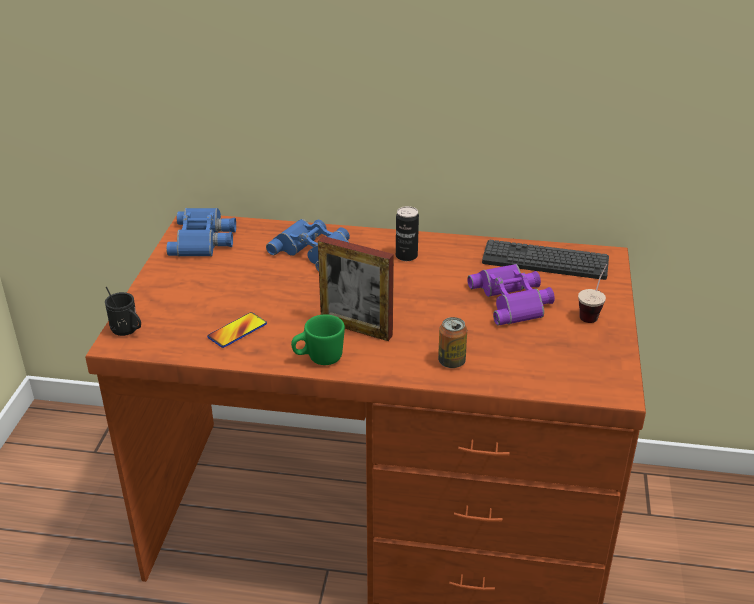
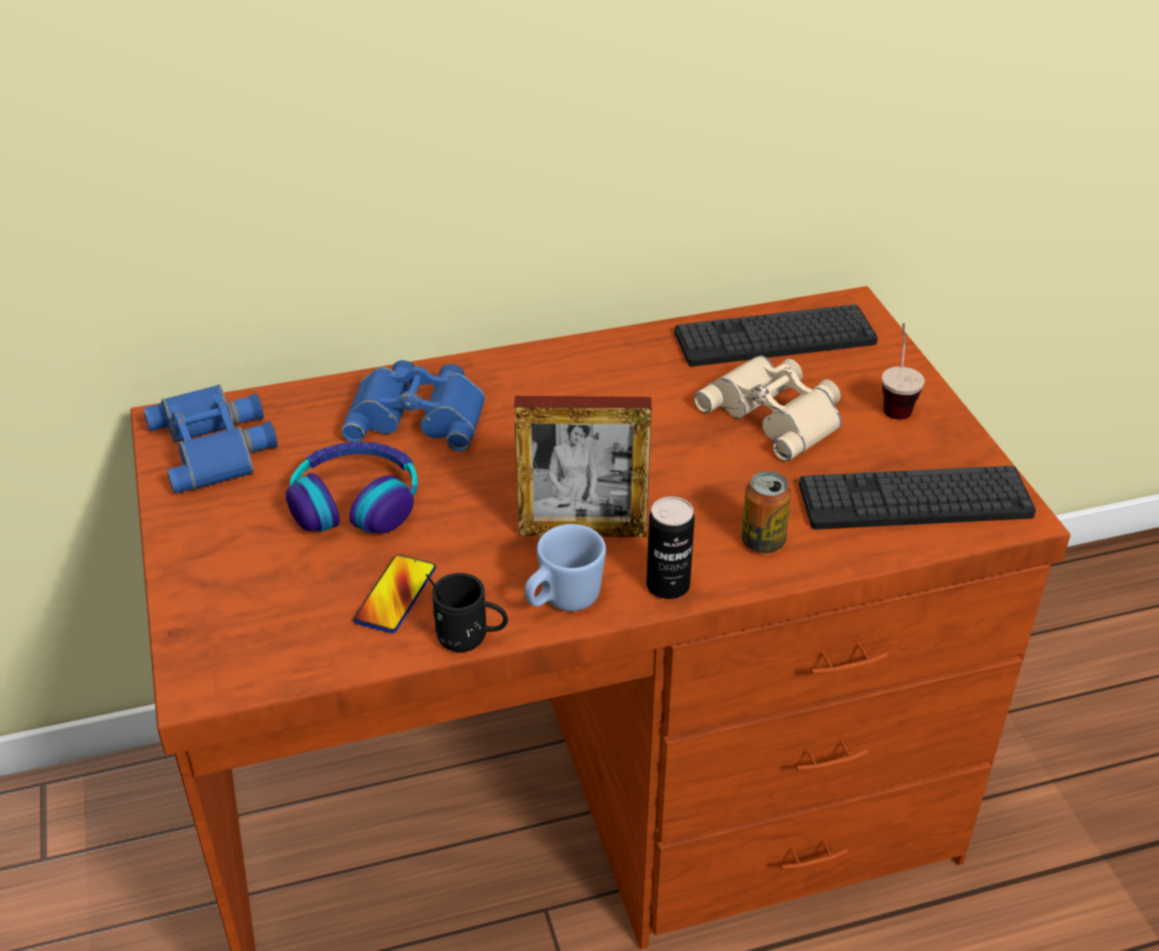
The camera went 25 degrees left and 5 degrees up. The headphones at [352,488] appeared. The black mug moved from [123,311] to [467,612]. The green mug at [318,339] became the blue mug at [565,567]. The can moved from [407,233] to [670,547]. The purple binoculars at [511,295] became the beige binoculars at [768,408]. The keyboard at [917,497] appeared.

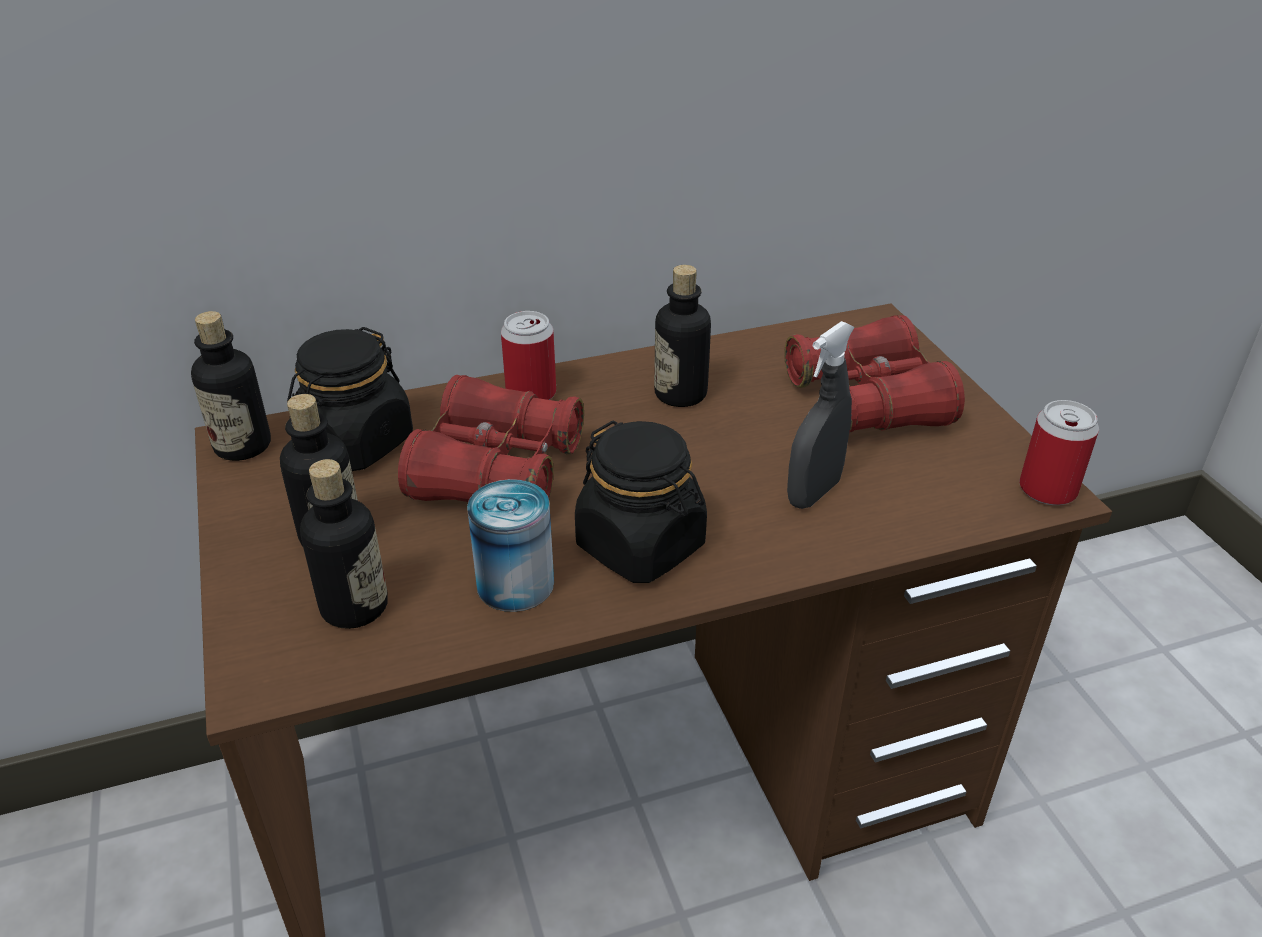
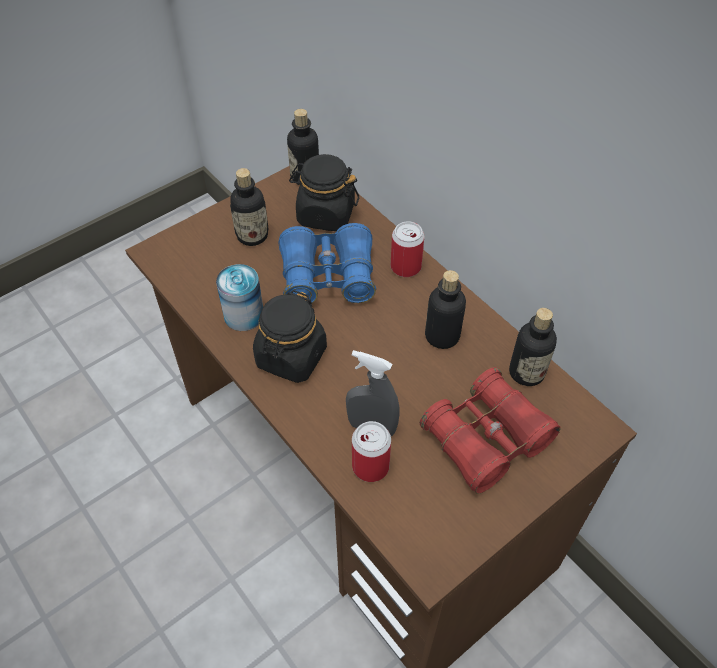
The camera went 70 degrees right and 15 degrees up. The red binoculars at [491,438] became the blue binoculars at [327,263]. The can moved from [1059,452] to [371,451]. The bottle moved from [344,544] to [533,347].

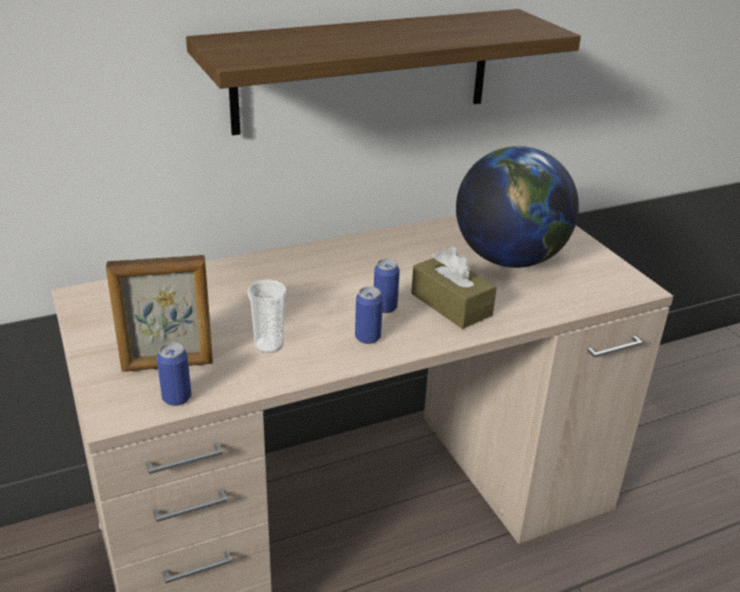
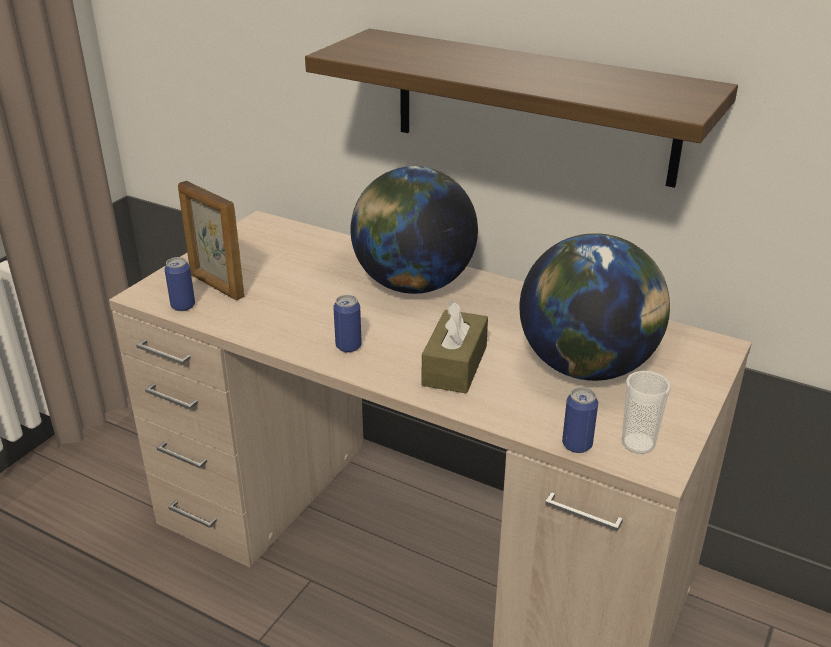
The camera went 55 degrees right and 0 degrees up. The globe at [414,230] appeared. The can moved from [387,285] to [580,420]. The cup moved from [266,316] to [646,412].

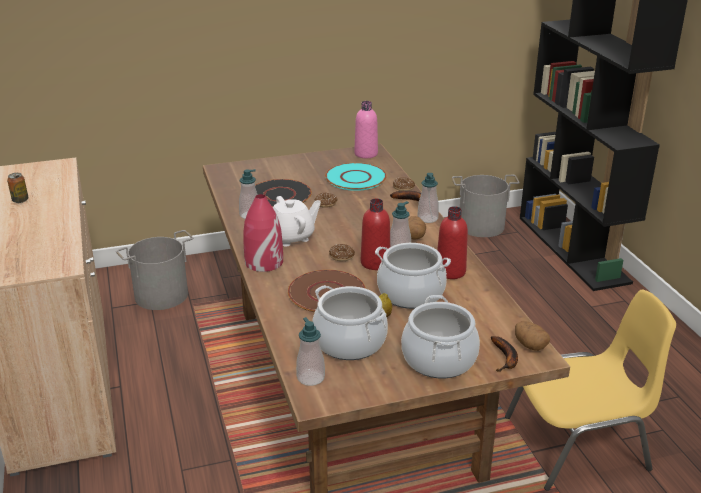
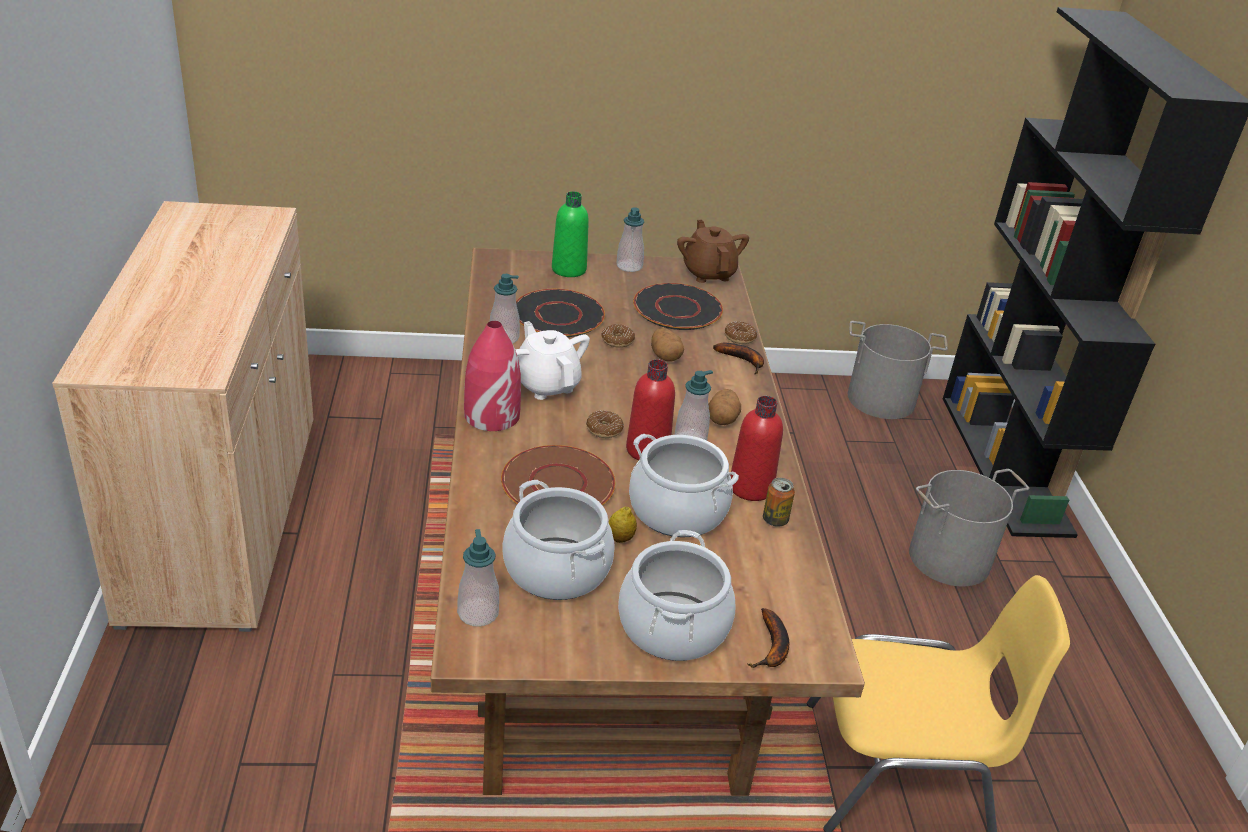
The camera went 10 degrees right and 5 degrees up. The white teapot at [297,221] turned 105 degrees counterclockwise. The green bottle at [570,234] appeared. The soap dispenser moved from [428,198] to [630,239]. The turquoise plate at [356,177] became the black plate at [678,306]. The potato moved from [532,336] to [667,345]. The pink bottle at [366,129] was replaced by the brown teapot at [713,251]. The can moved from [17,188] to [779,502]. The grey bucket moved from [154,270] to [969,528].

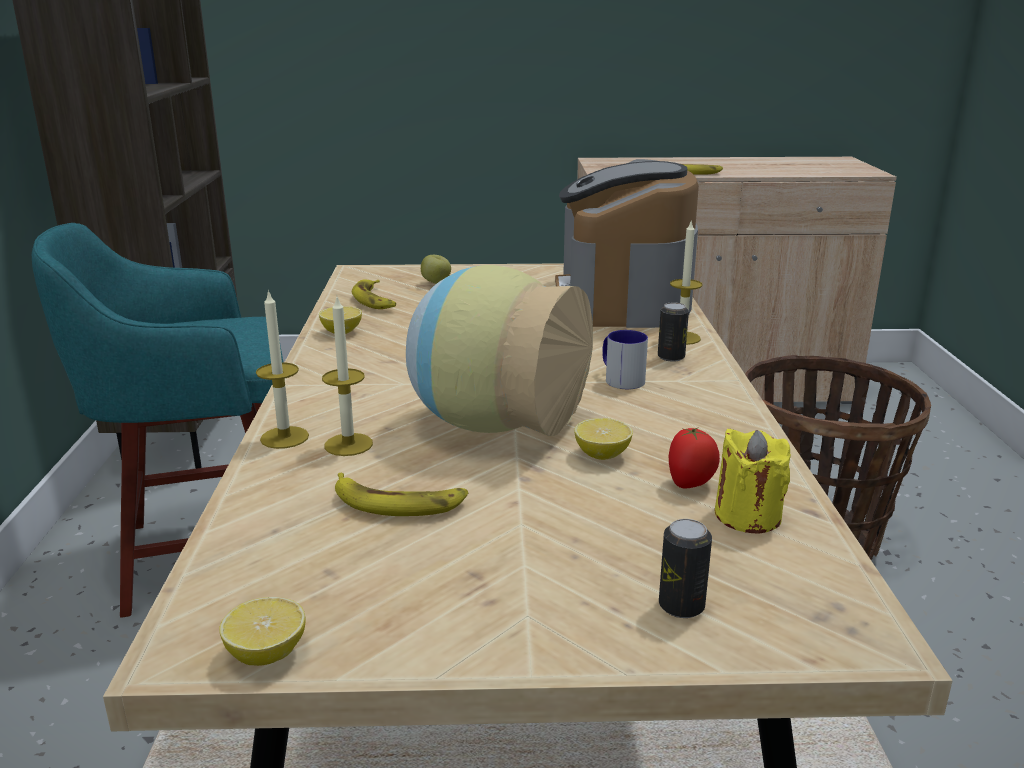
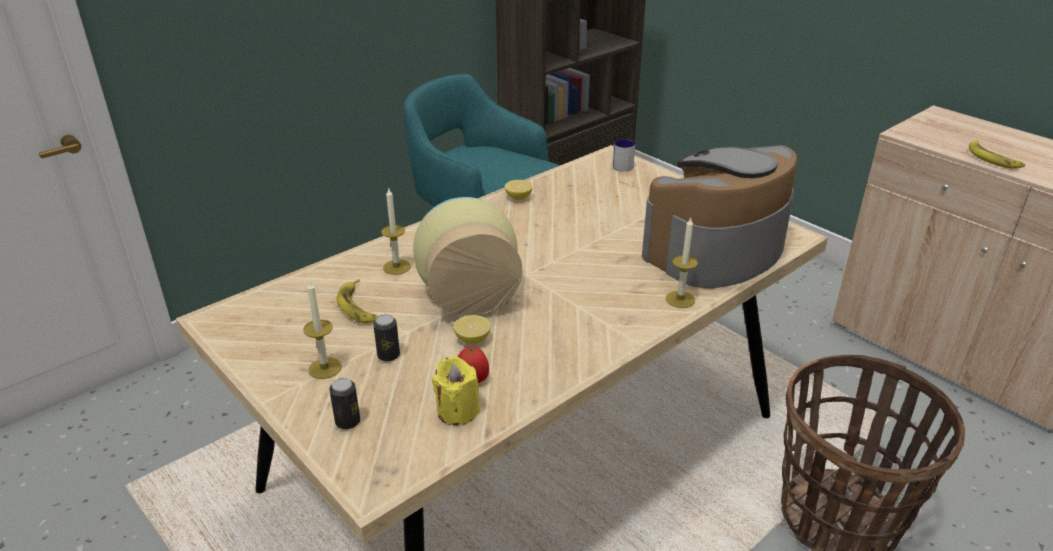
The camera went 50 degrees right and 10 degrees up. The candle moved from [282,369] to [322,329]. The can moved from [673,332] to [386,338]. The mug moved from [625,359] to [623,155]. The lemon at [262,631] disappeared. The banana at [374,294] disappeared. The apple at [436,269] disappeared.

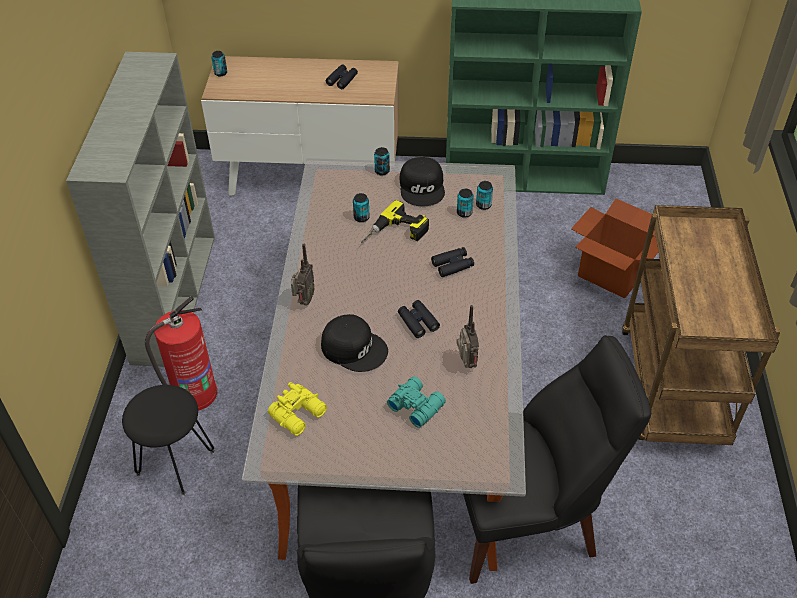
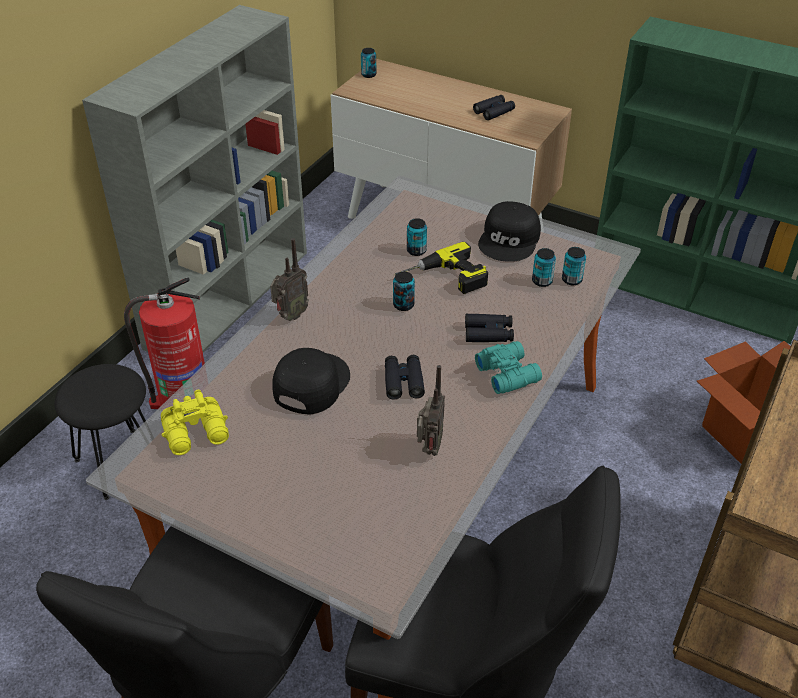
The camera went 25 degrees right and 5 degrees down. The black cap at [354,343] turned 120 degrees counterclockwise. The can moved from [382,161] to [404,291]. The turquoise binoculars moved from [416,402] to [508,367].

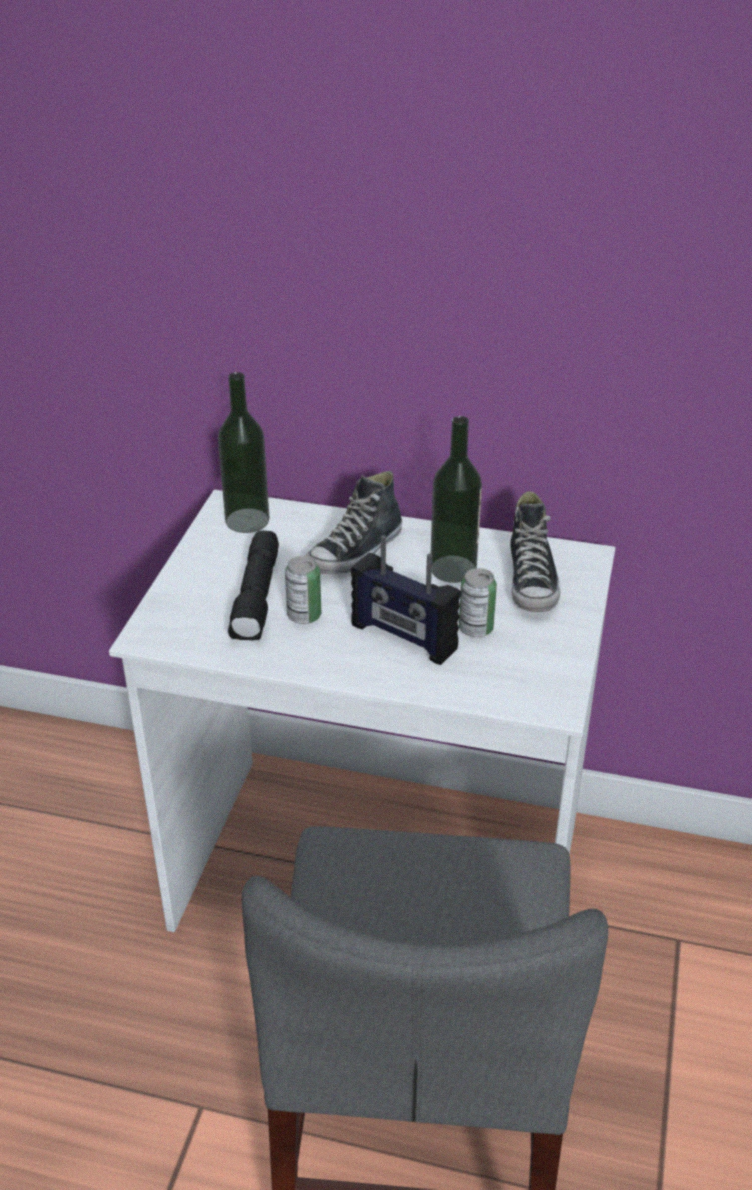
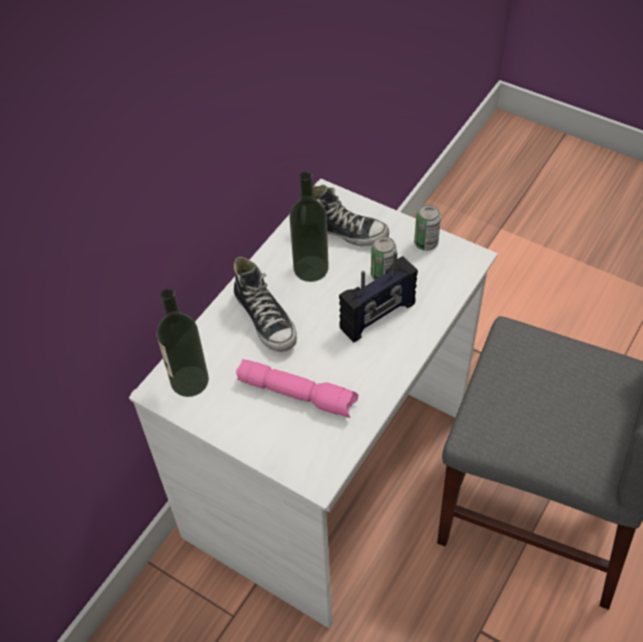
The camera went 70 degrees left and 15 degrees up. The black flashlight at [253,585] became the pink flashlight at [297,388]. The can moved from [303,590] to [427,228].

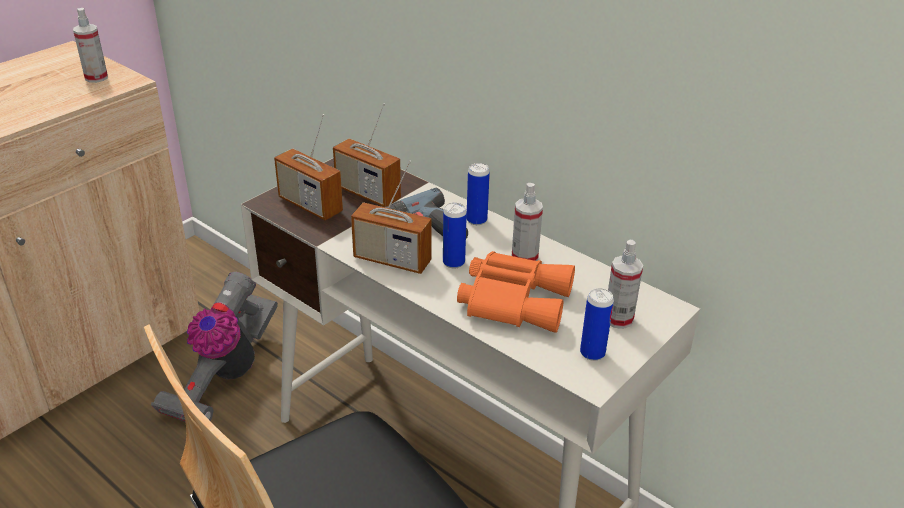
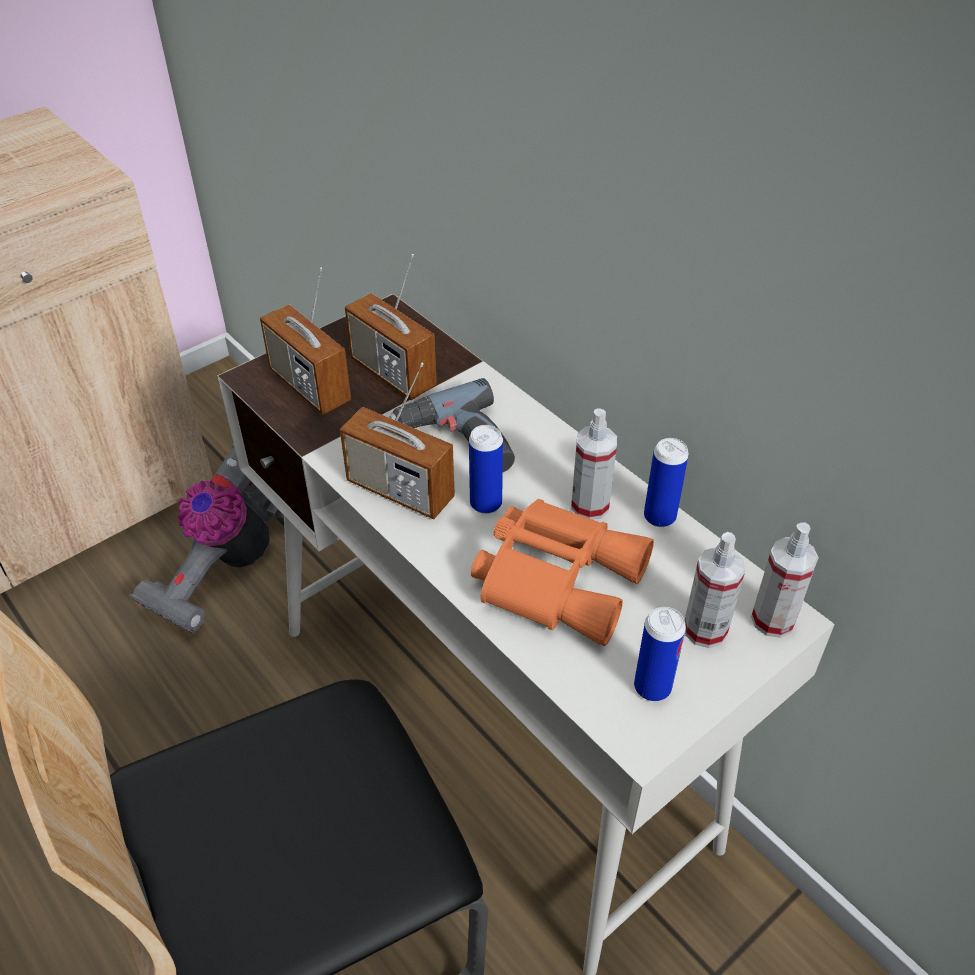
The camera went 10 degrees right and 10 degrees up. The can moved from [478,194] to [666,482]. The spray bottle moved from [90,45] to [785,580].

